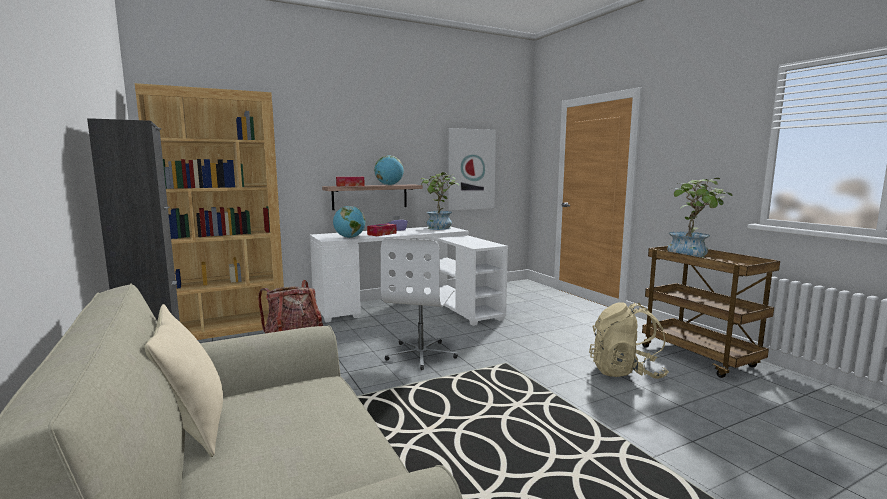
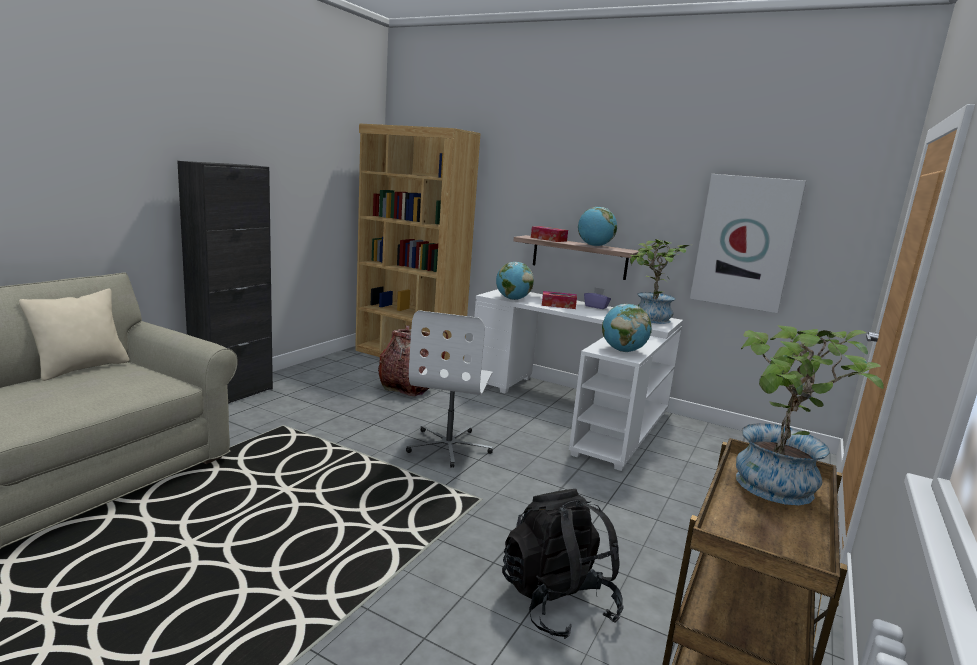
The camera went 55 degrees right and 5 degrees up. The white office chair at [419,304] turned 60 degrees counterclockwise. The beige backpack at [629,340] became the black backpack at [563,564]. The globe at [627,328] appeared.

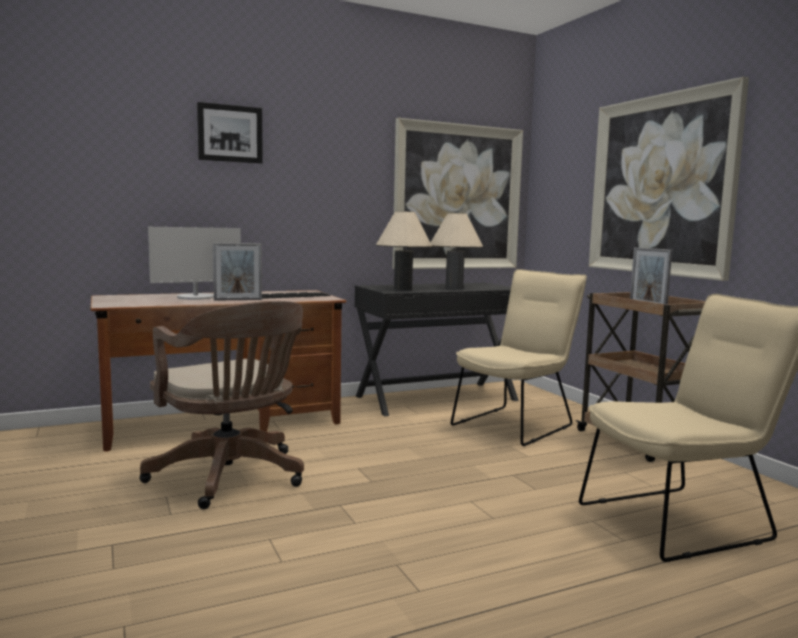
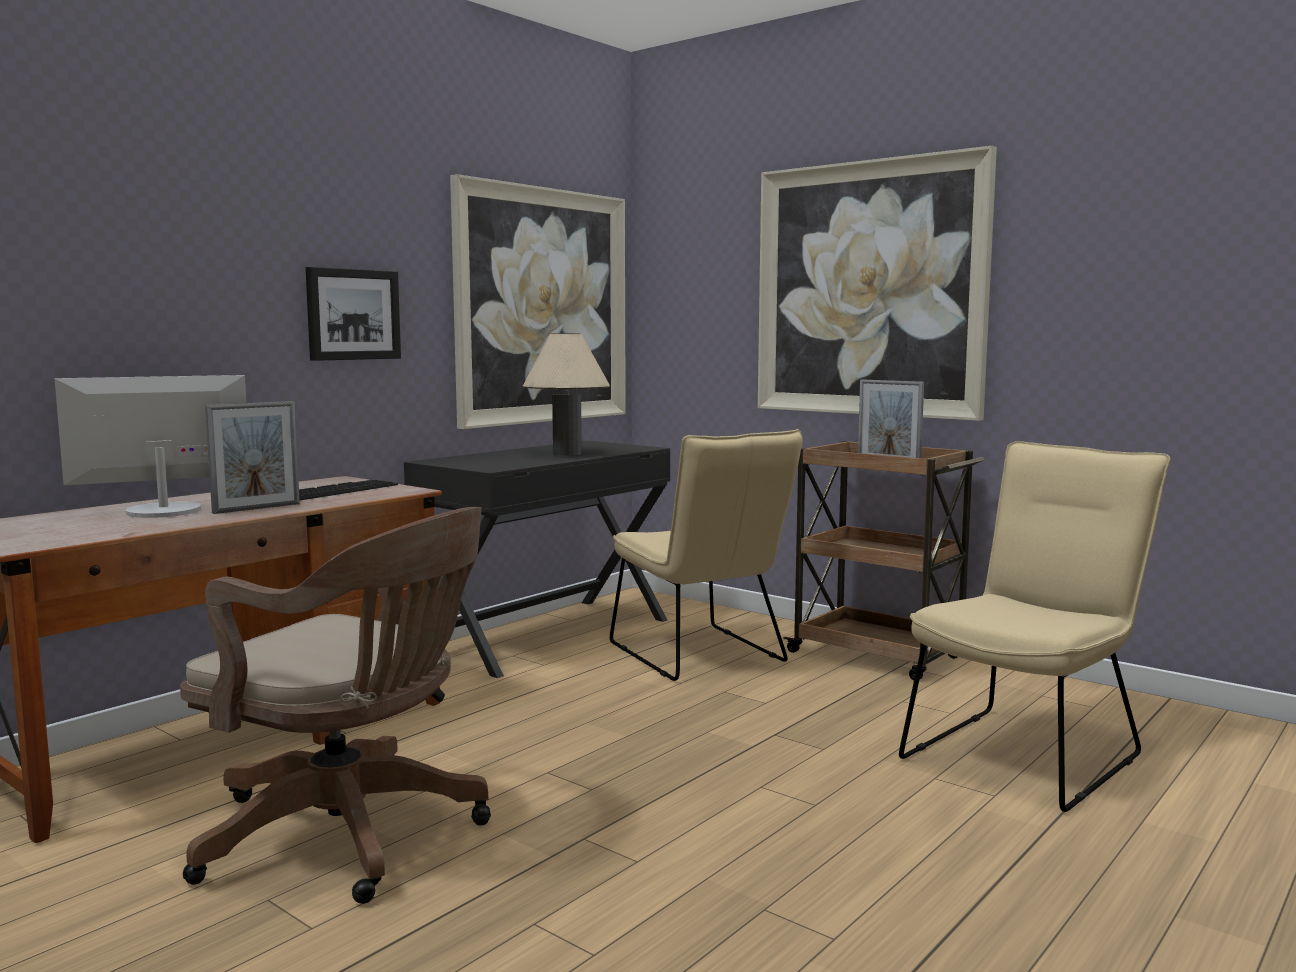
The camera went 25 degrees left and 0 degrees up. The monitor at [194,263] turned 150 degrees counterclockwise. The picture moved from [230,133] to [353,314]. The beige chair at [519,357] turned 135 degrees clockwise. The beige table lamp at [404,250] disappeared.

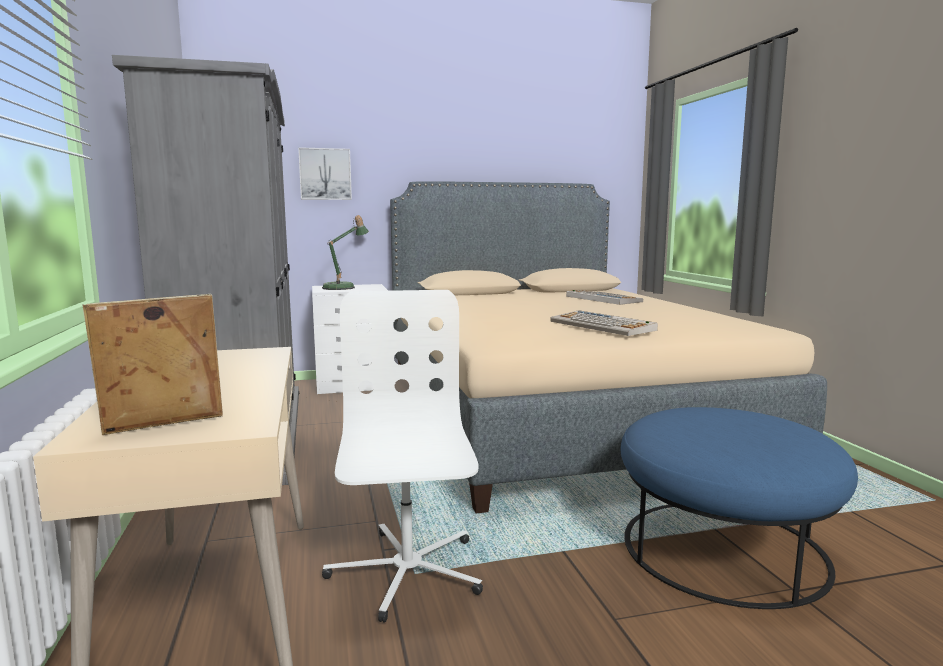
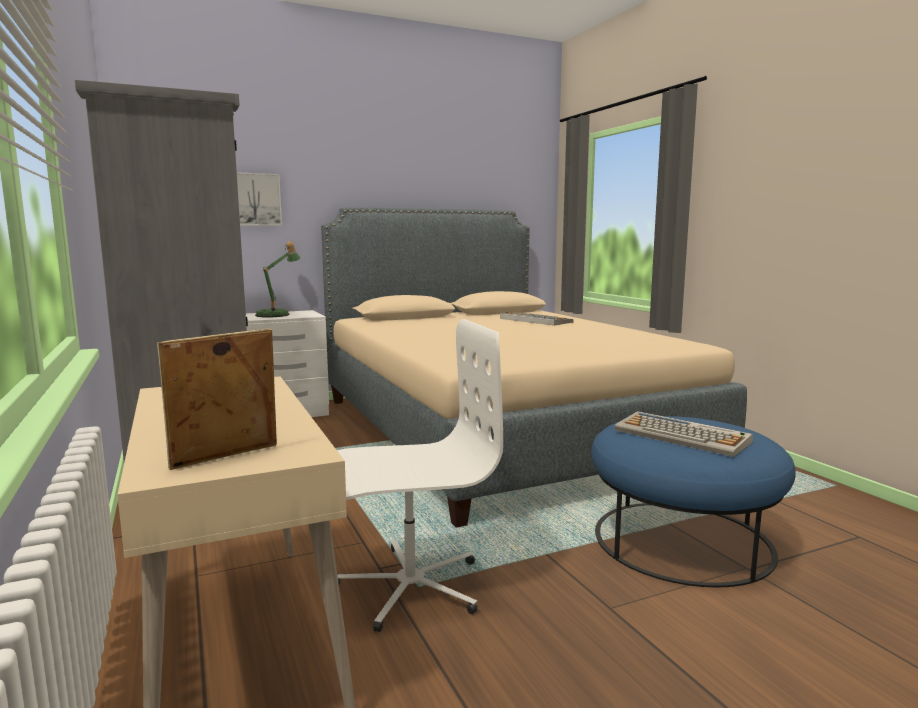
The camera went 10 degrees left and 0 degrees up. The white office chair at [402,456] turned 90 degrees clockwise. The keyboard moved from [604,323] to [683,434].

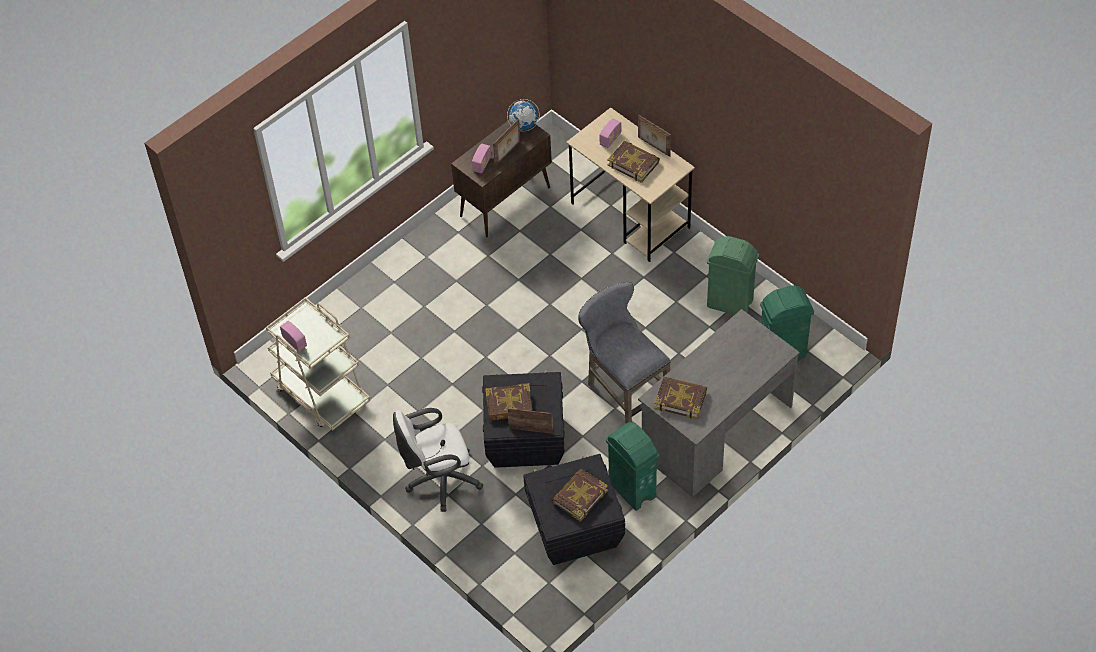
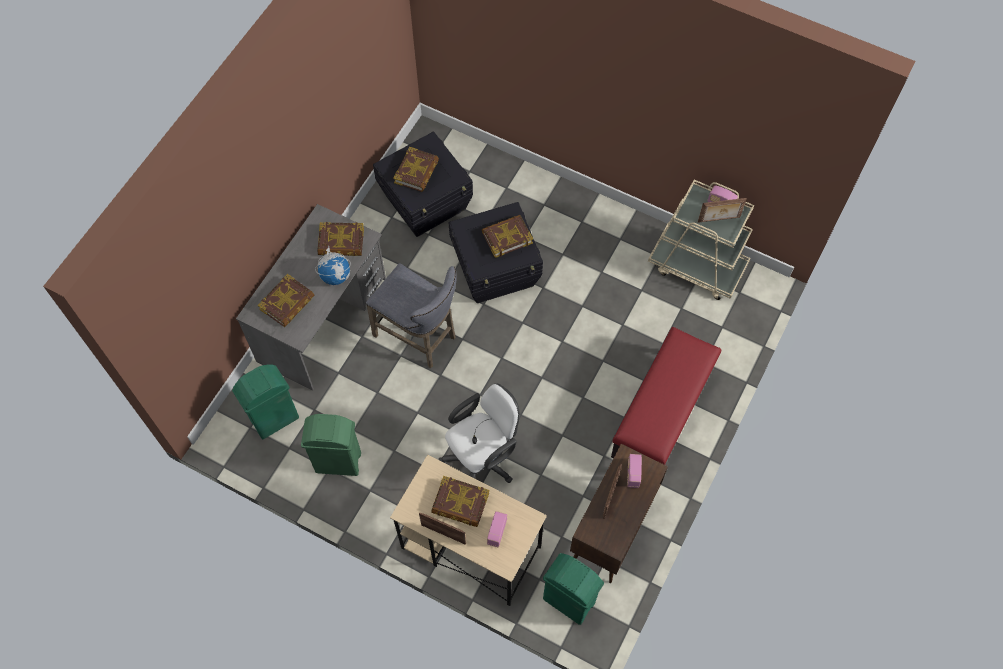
The camera went 160 degrees right and 10 degrees up. The book at [286,300] appeared. The globe moved from [523,115] to [333,265]. The white office chair moved from [438,460] to [479,433]. The green trash can moved from [632,466] to [573,589]. The red bench at [666,396] appeared. The picture frame moved from [530,421] to [722,210].

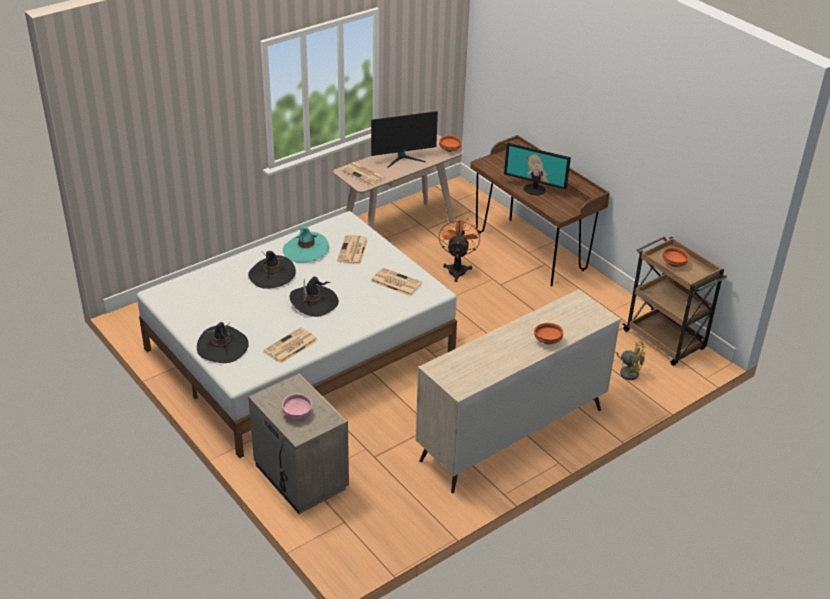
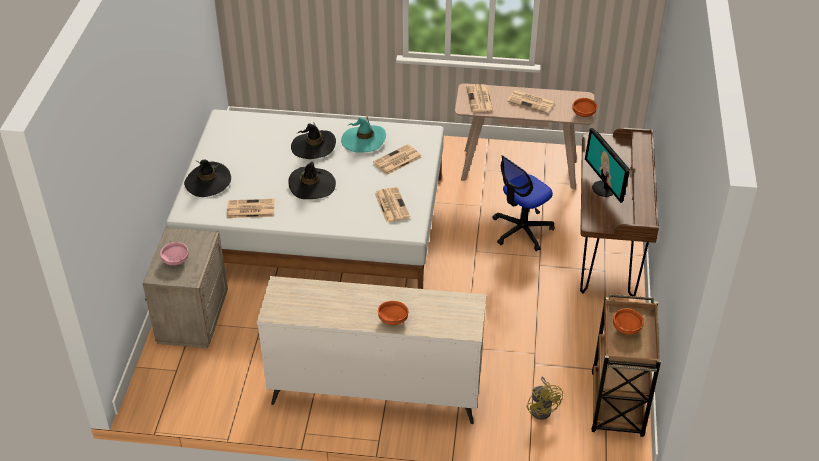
The camera went 45 degrees right and 5 degrees up. The orange fan at [459,249] was replaced by the office chair at [523,203]. The monitor at [404,139] was replaced by the newspaper at [531,101].

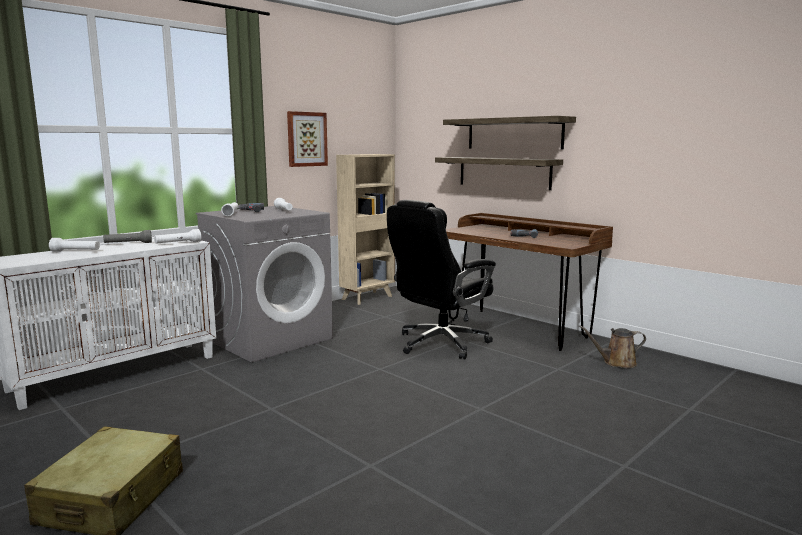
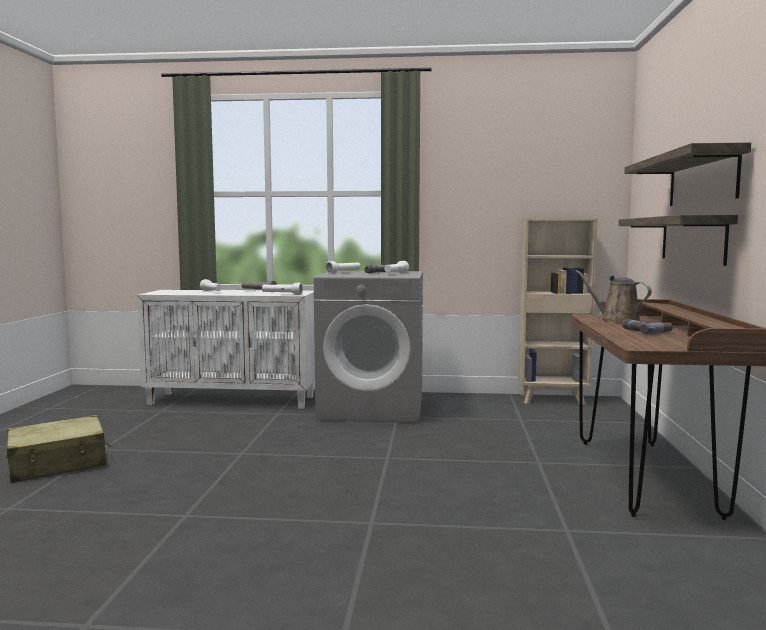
The camera went 50 degrees right and 5 degrees down. The brown watering can moved from [612,347] to [613,296]. The picture at [307,139] disappeared. The black office chair at [441,280] disappeared.

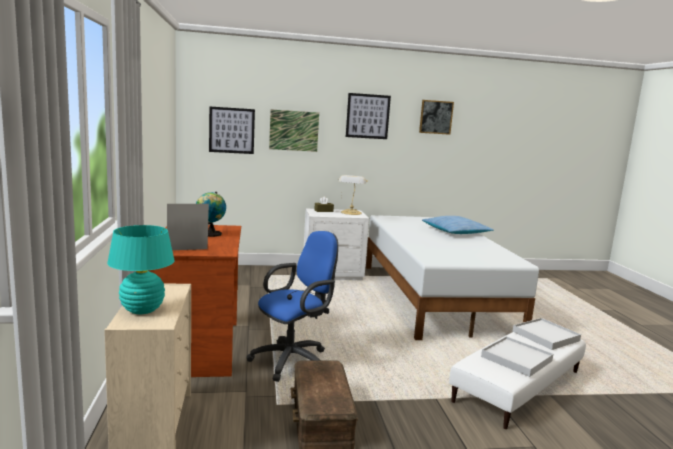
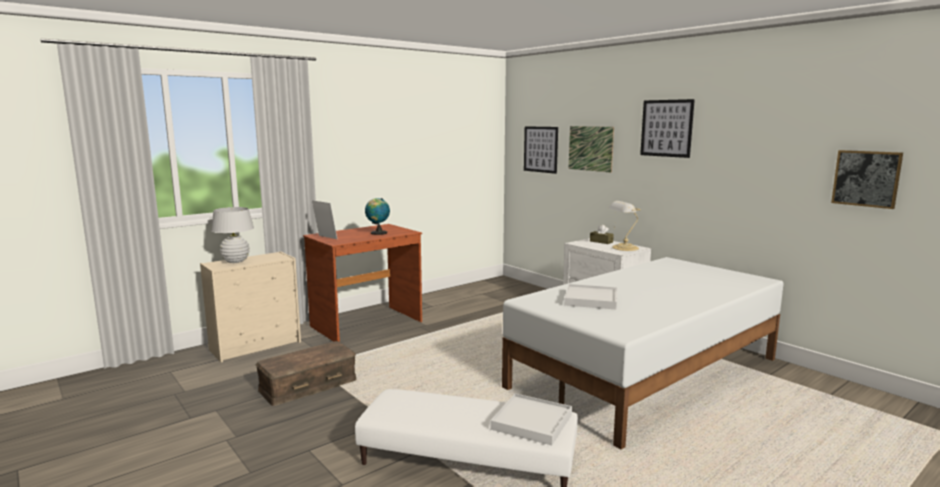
The camera went 60 degrees right and 0 degrees up. The turquoise table lamp at [141,269] became the white table lamp at [232,235]. The white tray moved from [517,356] to [590,296]. The picture moved from [436,117] to [867,179]. The blue office chair at [292,306] disappeared. The pillow at [458,225] disappeared.

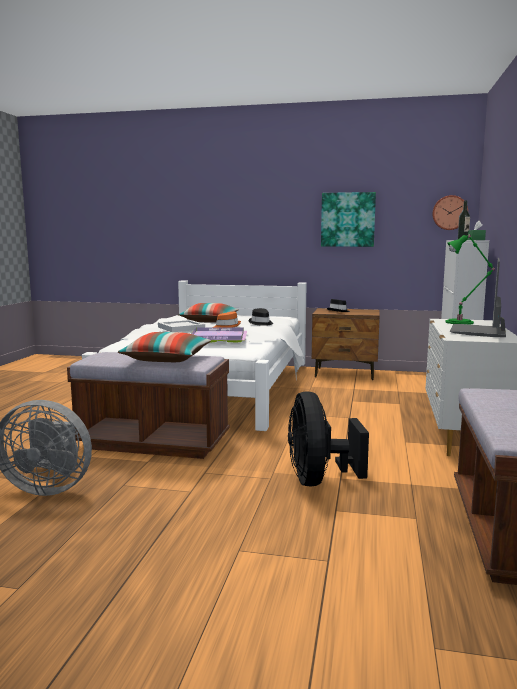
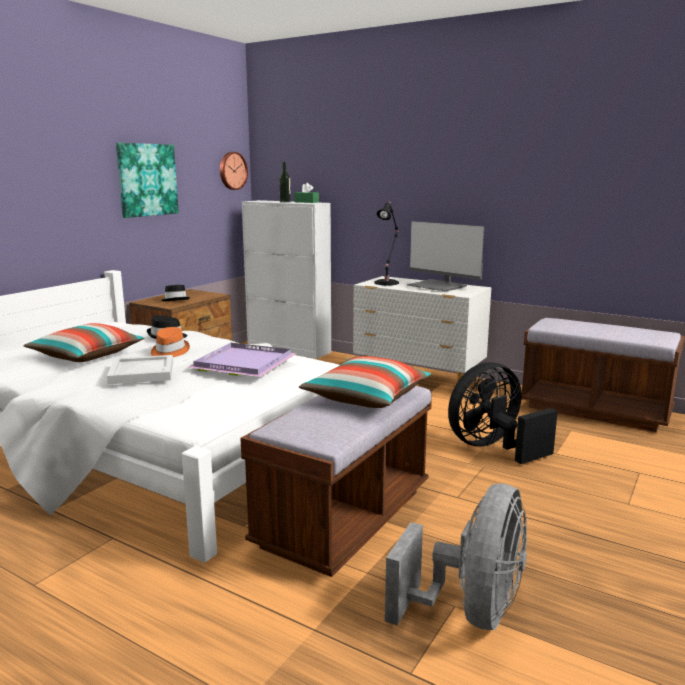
The camera went 70 degrees left and 5 degrees up. The green table lamp at [470,279] became the black table lamp at [387,243]. The black fan at [328,439] turned 135 degrees clockwise.

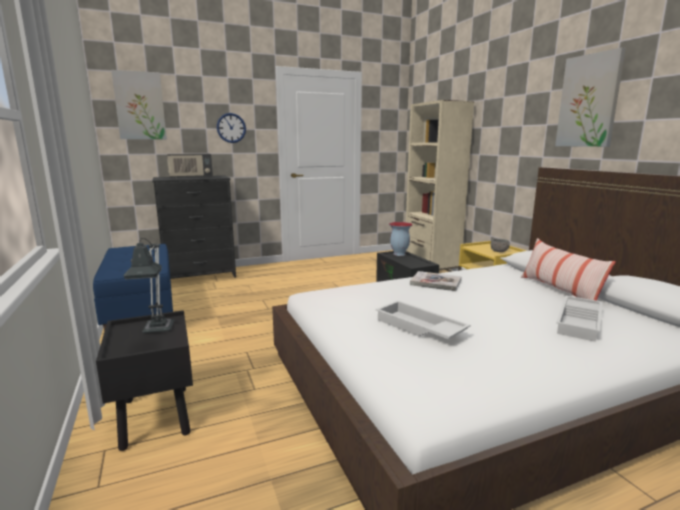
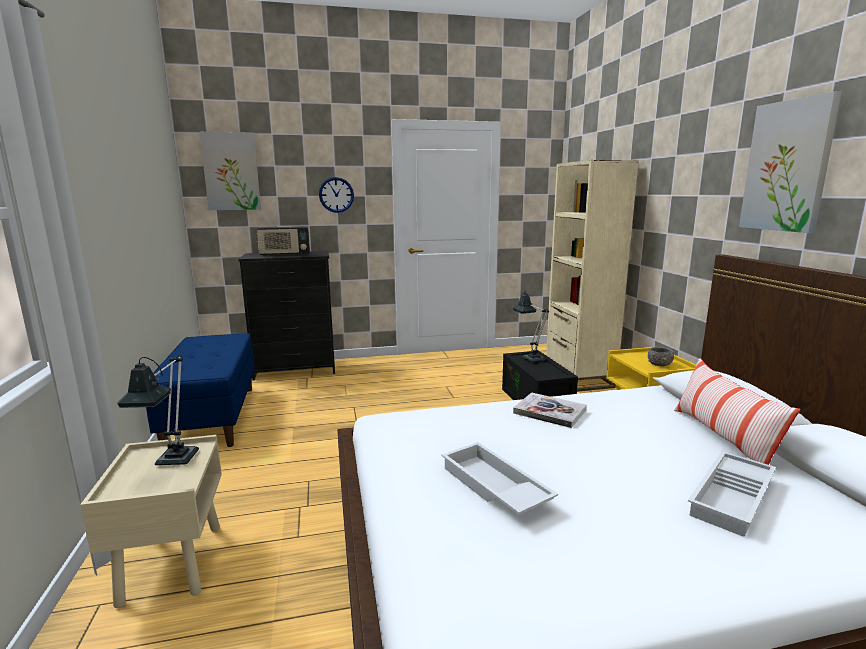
The camera went 10 degrees right and 0 degrees up. The black nightstand at [144,380] became the beige nightstand at [151,521]. The vase at [401,239] was replaced by the table lamp at [531,326].

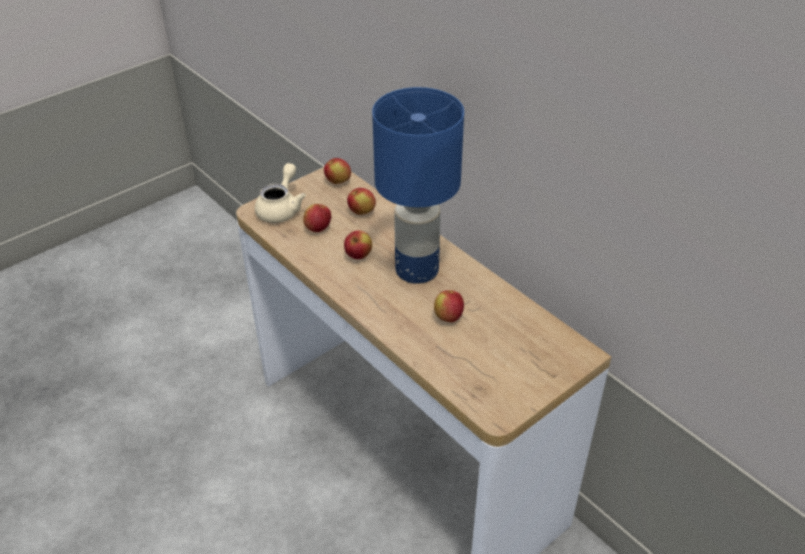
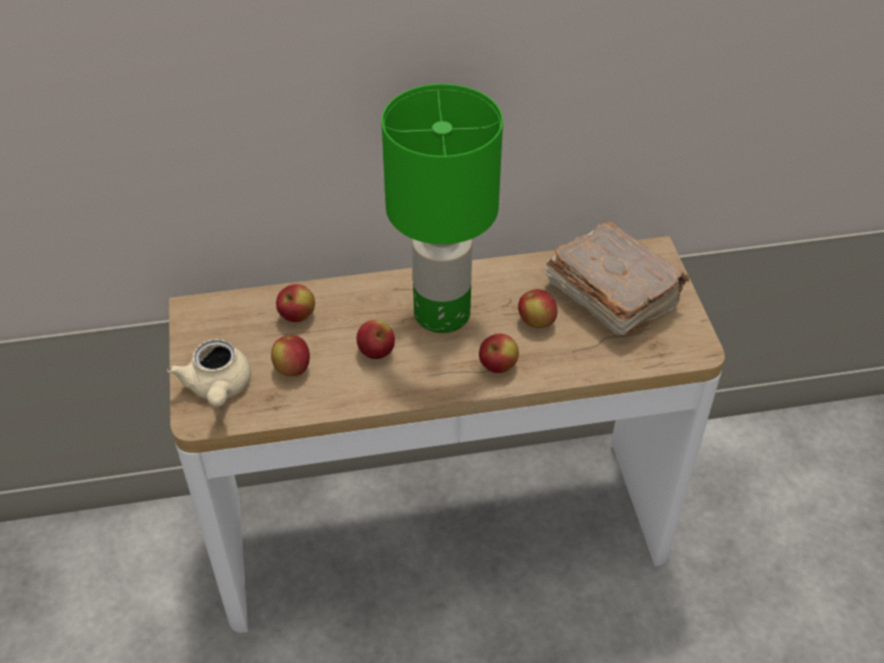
The camera went 60 degrees left and 5 degrees up. The beige teapot at [280,193] turned 150 degrees counterclockwise. The blue table lamp at [418,185] became the green table lamp at [442,208]. The apple moved from [337,171] to [499,353]. The brown book at [617,279] appeared.

